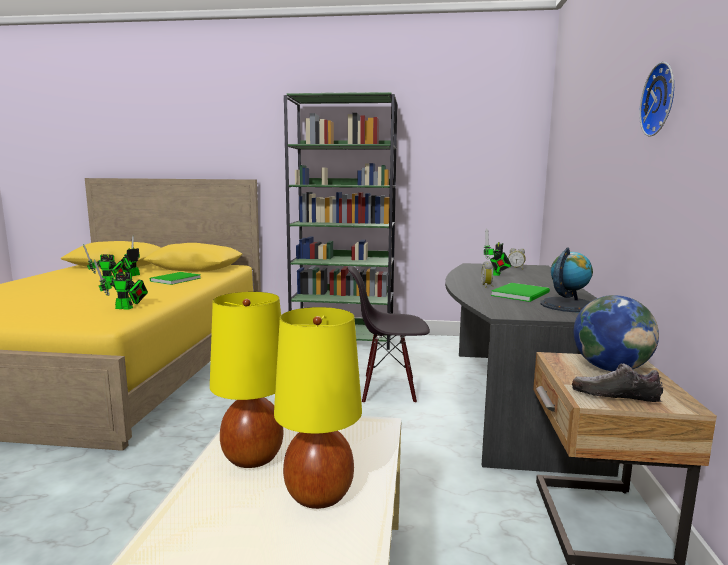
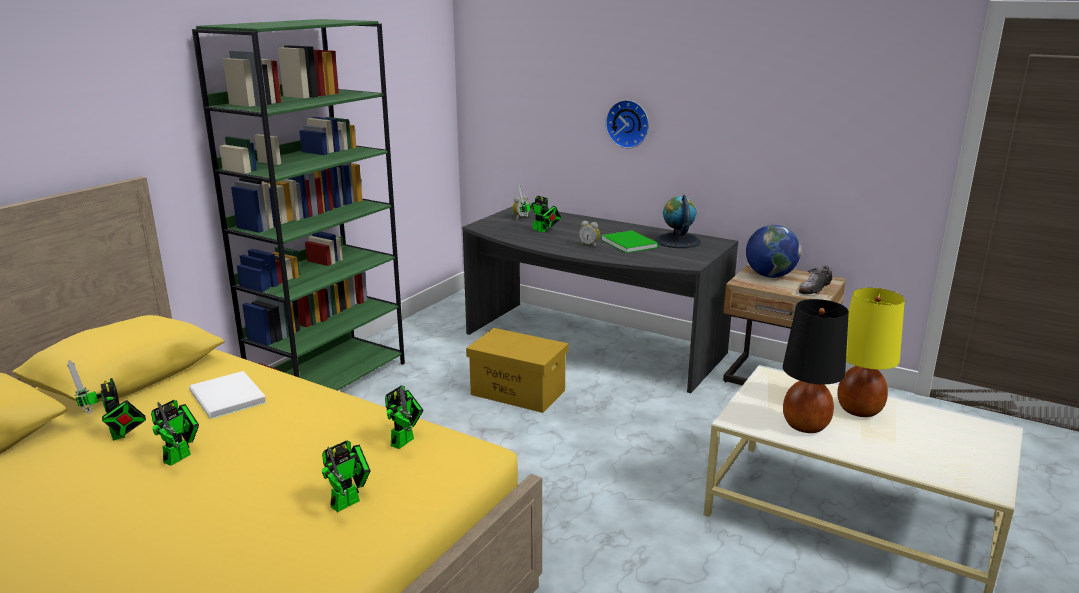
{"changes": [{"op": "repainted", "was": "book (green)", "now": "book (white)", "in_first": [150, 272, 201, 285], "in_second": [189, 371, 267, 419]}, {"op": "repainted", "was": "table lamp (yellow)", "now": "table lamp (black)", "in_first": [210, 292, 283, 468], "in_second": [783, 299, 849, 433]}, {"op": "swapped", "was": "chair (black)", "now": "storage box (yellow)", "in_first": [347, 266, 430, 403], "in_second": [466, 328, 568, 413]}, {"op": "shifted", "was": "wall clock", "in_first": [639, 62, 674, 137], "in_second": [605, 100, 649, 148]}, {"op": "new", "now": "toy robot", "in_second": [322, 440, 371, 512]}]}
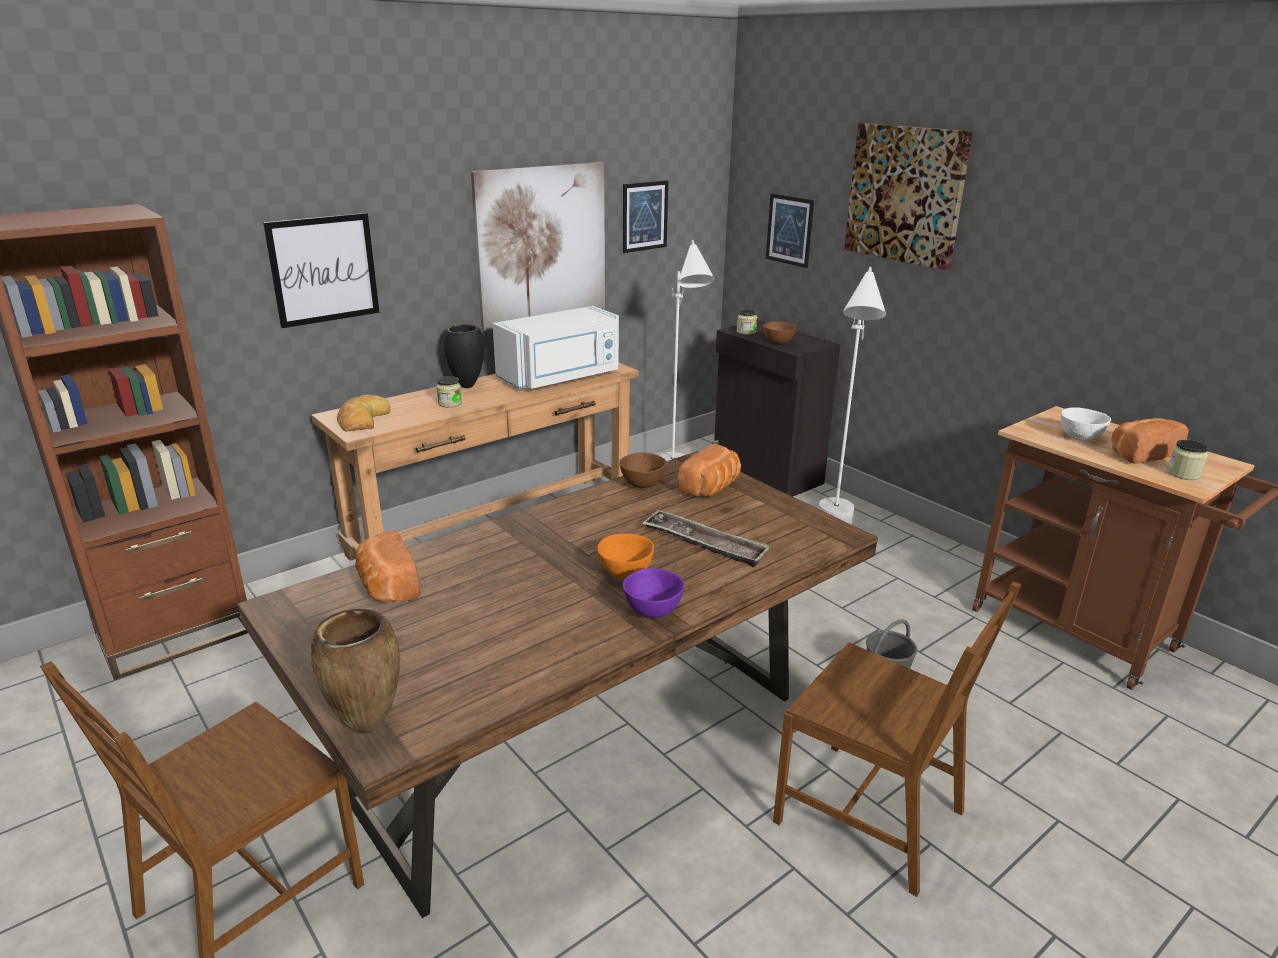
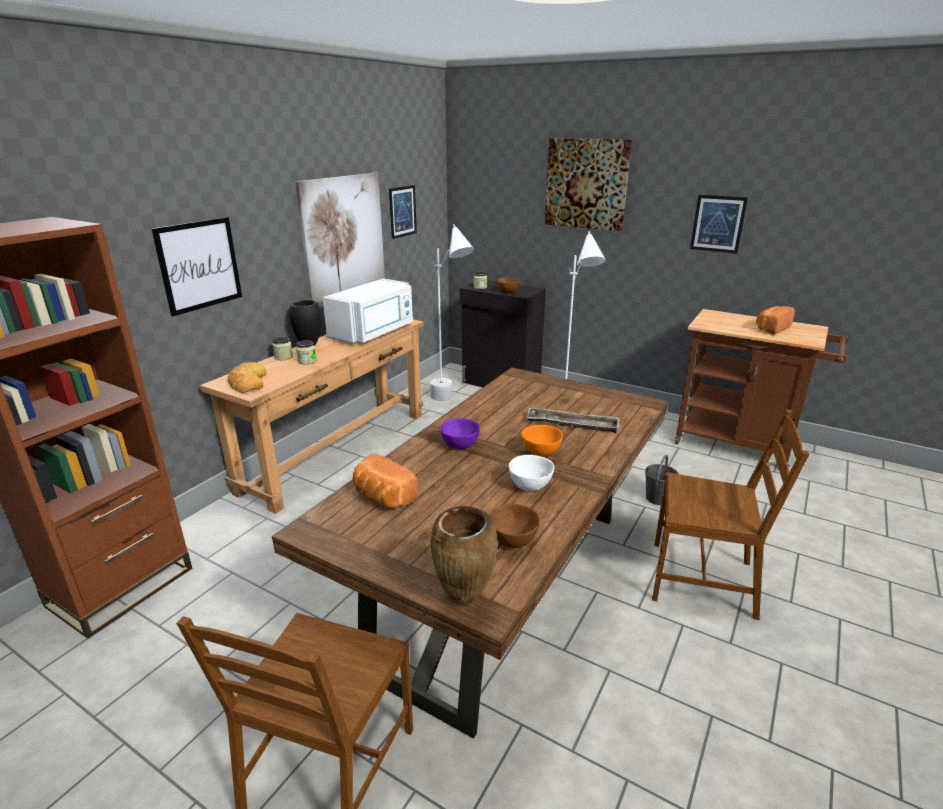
{"changes": [{"op": "shifted", "was": "bowl (brown)", "in_first": [619, 453, 667, 488], "in_second": [490, 504, 540, 548]}, {"op": "shifted", "was": "bowl (purple)", "in_first": [623, 568, 684, 618], "in_second": [440, 418, 480, 449]}, {"op": "gone", "was": "bread", "in_first": [678, 444, 741, 497]}, {"op": "shifted", "was": "picture", "in_first": [766, 193, 814, 268], "in_second": [690, 195, 748, 254]}, {"op": "shifted", "was": "bowl (white)", "in_first": [1061, 407, 1111, 441], "in_second": [509, 455, 555, 491]}, {"op": "shifted", "was": "jar", "in_first": [1167, 440, 1209, 480], "in_second": [272, 337, 293, 360]}]}
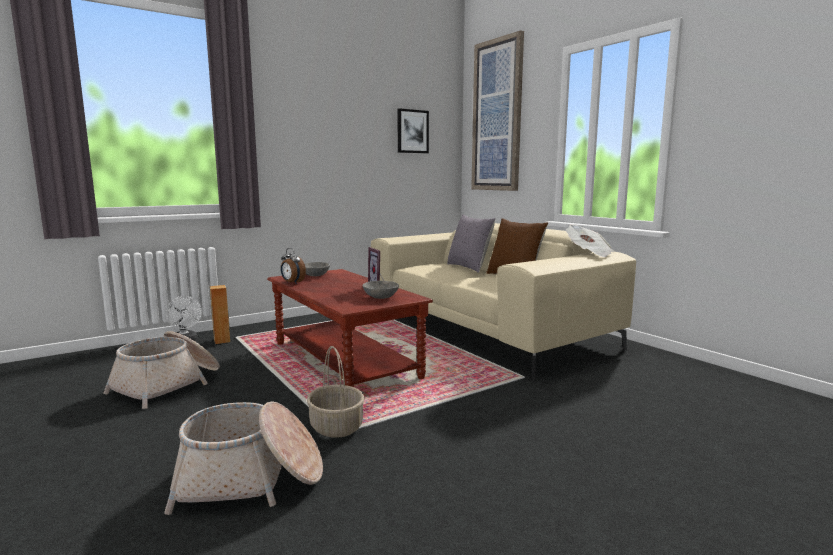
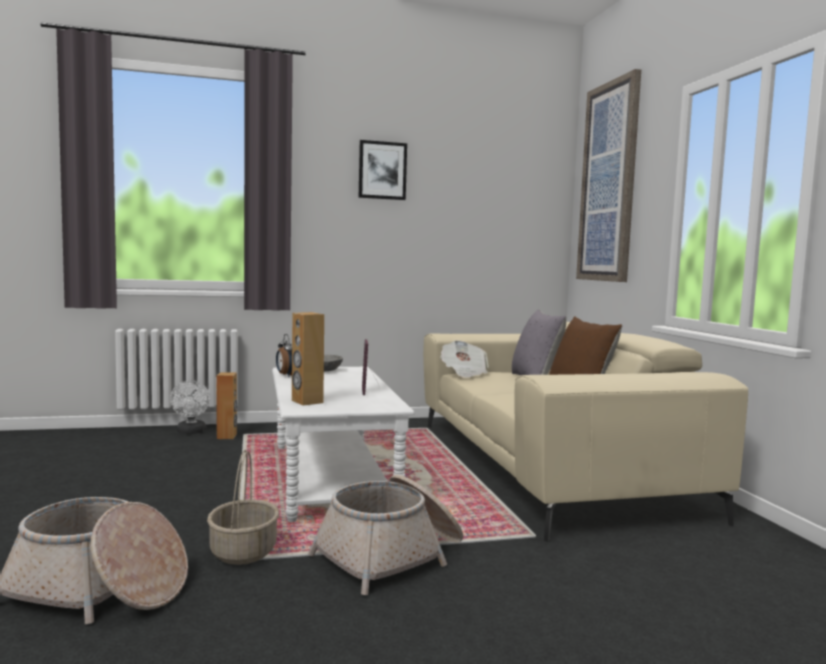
{"changes": [{"op": "shifted", "was": "basket", "in_first": [104, 331, 220, 409], "in_second": [308, 475, 463, 595]}, {"op": "repainted", "was": "coffee table (brown)", "now": "coffee table (white)", "in_first": [267, 269, 433, 387], "in_second": [272, 367, 414, 522]}, {"op": "gone", "was": "bowl (grey)", "in_first": [363, 281, 399, 299]}, {"op": "shifted", "was": "picture", "in_first": [397, 108, 429, 153], "in_second": [359, 140, 407, 200]}, {"op": "shifted", "was": "newspaper", "in_first": [566, 225, 614, 257], "in_second": [440, 340, 488, 378]}, {"op": "new", "now": "speaker (brown)", "in_second": [292, 312, 324, 406]}]}
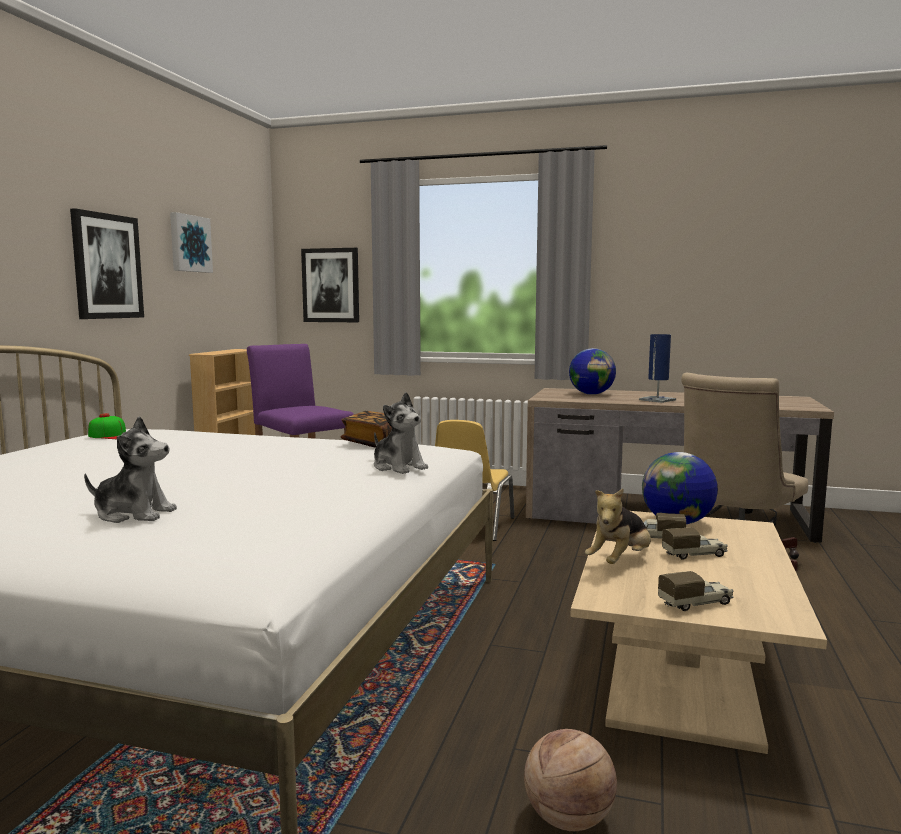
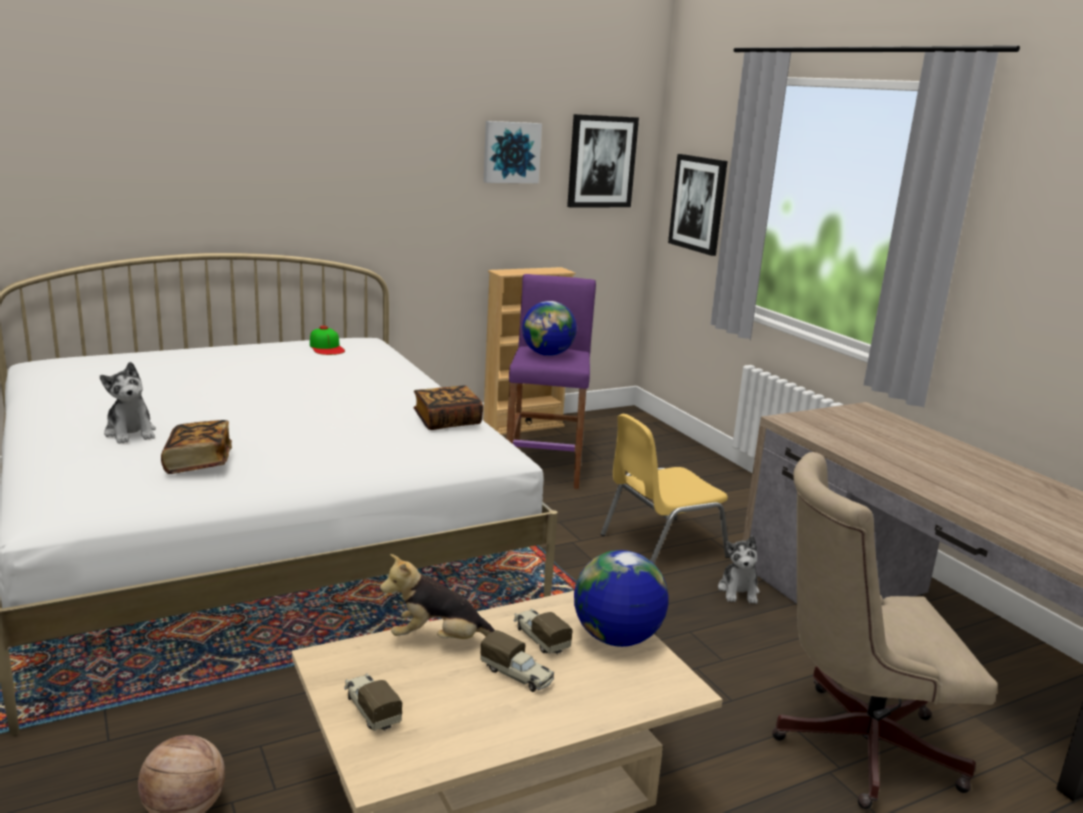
{"changes": [{"op": "shifted", "was": "picture", "in_first": [70, 208, 144, 319], "in_second": [567, 114, 639, 208]}, {"op": "shifted", "was": "plush toy", "in_first": [374, 392, 428, 474], "in_second": [718, 536, 760, 604]}, {"op": "shifted", "was": "globe", "in_first": [569, 348, 616, 395], "in_second": [522, 301, 577, 356]}, {"op": "gone", "was": "table lamp (blue)", "in_first": [639, 334, 676, 403]}, {"op": "rotated", "was": "toy truck", "in_first": [658, 571, 734, 611], "in_second": [344, 673, 402, 731], "clockwise": -150}, {"op": "new", "now": "book", "in_second": [161, 420, 232, 474]}]}
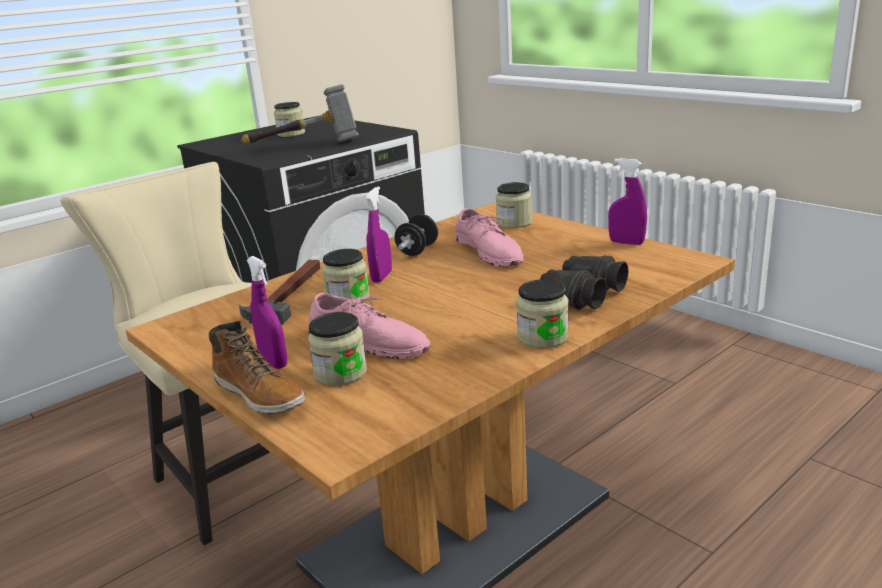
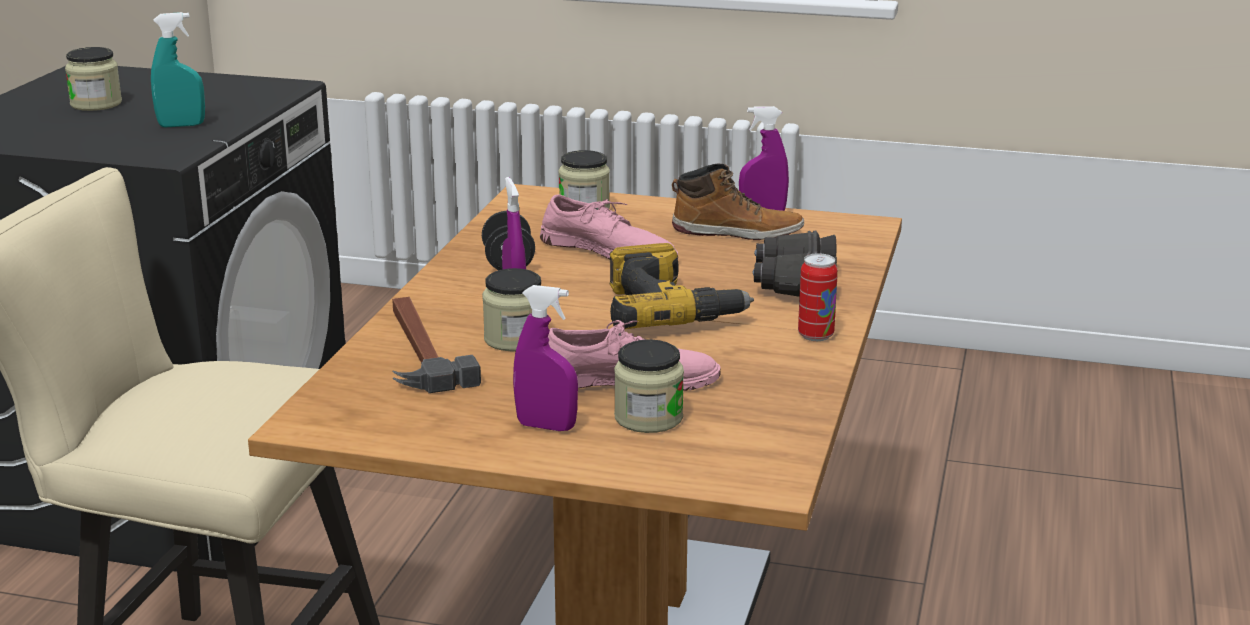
{"changes": [{"op": "shifted", "was": "boot", "in_first": [208, 321, 306, 415], "in_second": [672, 164, 804, 240]}, {"op": "swapped", "was": "hammer", "now": "spray bottle (turquoise)", "in_first": [241, 84, 359, 144], "in_second": [151, 12, 205, 127]}, {"op": "swapped", "was": "jar", "now": "can", "in_first": [516, 279, 569, 348], "in_second": [798, 253, 838, 341]}, {"op": "new", "now": "power drill", "in_second": [609, 243, 754, 329]}]}
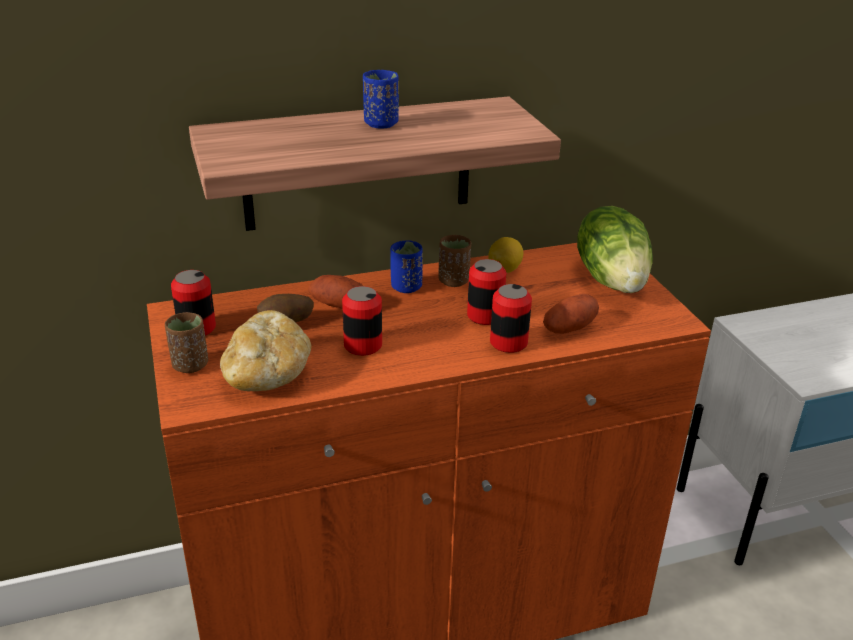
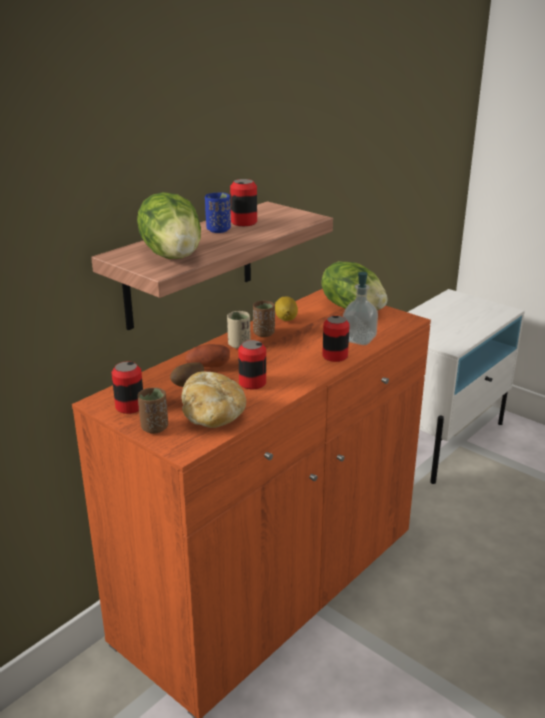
{"changes": [{"op": "repainted", "was": "cup (blue)", "now": "cup (beige)", "in_first": [390, 240, 423, 293], "in_second": [227, 311, 250, 349]}, {"op": "shifted", "was": "can", "in_first": [467, 259, 507, 325], "in_second": [230, 179, 257, 226]}, {"op": "swapped", "was": "potato", "now": "soap dispenser", "in_first": [543, 294, 599, 334], "in_second": [343, 272, 378, 345]}, {"op": "new", "now": "lettuce", "in_second": [137, 192, 201, 259]}]}
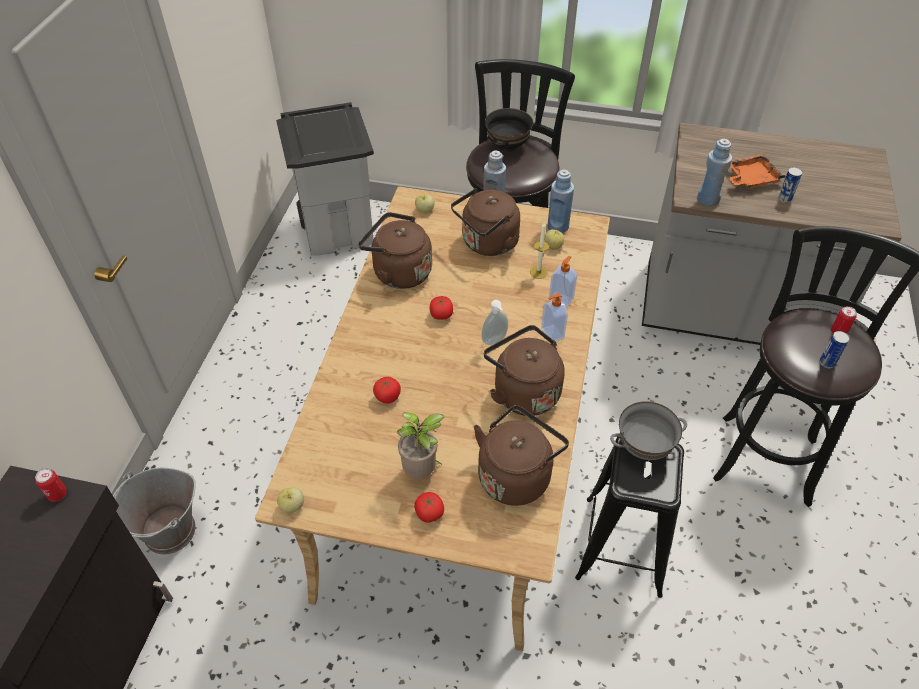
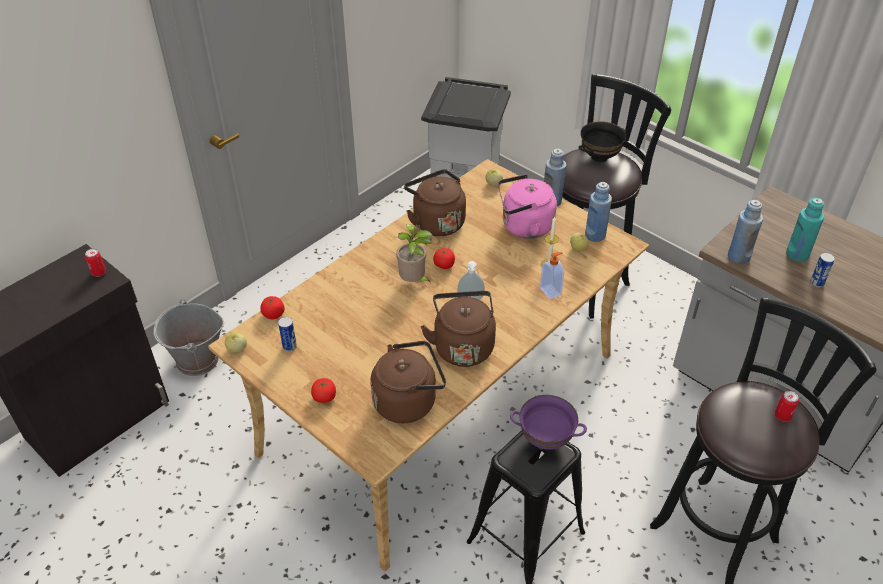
{"changes": [{"op": "shifted", "was": "tomato", "in_first": [373, 377, 401, 403], "in_second": [261, 296, 285, 319]}, {"op": "shifted", "was": "potted plant", "in_first": [397, 412, 444, 478], "in_second": [396, 224, 433, 283]}, {"op": "repainted", "was": "kettle (brown)", "now": "kettle (pink)", "in_first": [451, 188, 520, 256], "in_second": [498, 174, 557, 239]}, {"op": "gone", "was": "soap dispenser", "in_first": [541, 293, 568, 342]}, {"op": "repainted", "was": "bowl (grey)", "now": "bowl (purple)", "in_first": [610, 401, 687, 460], "in_second": [510, 395, 587, 450]}, {"op": "swapped", "was": "tray (orange)", "now": "bottle (turquoise)", "in_first": [728, 154, 786, 189], "in_second": [786, 198, 824, 262]}, {"op": "shifted", "was": "can", "in_first": [820, 331, 849, 368], "in_second": [278, 317, 297, 352]}]}
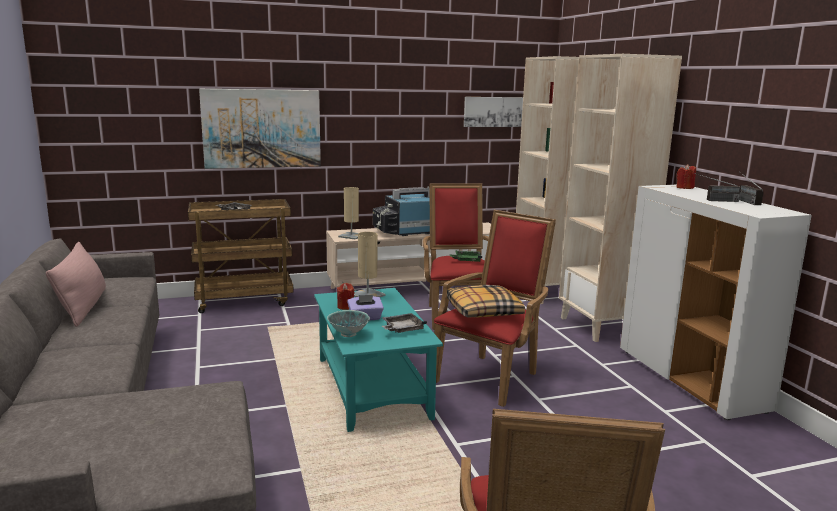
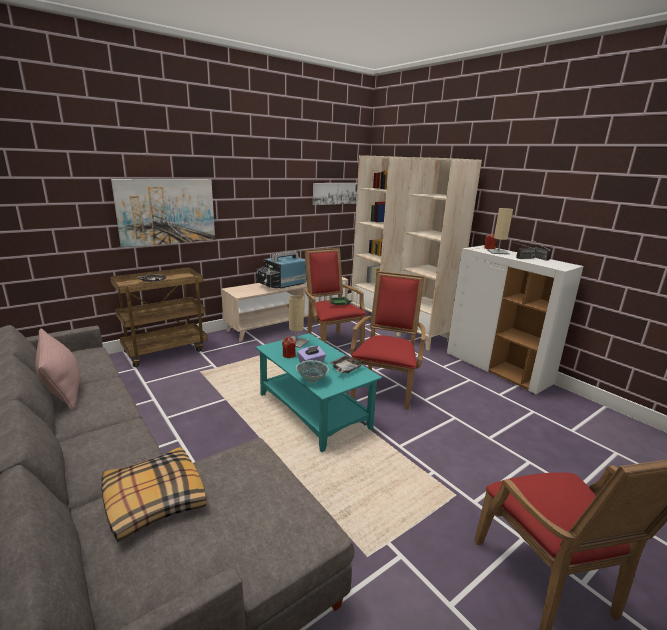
{"changes": [{"op": "shifted", "was": "table lamp (beige)", "in_first": [338, 187, 359, 239], "in_second": [487, 208, 513, 255]}, {"op": "shifted", "was": "pillow", "in_first": [447, 285, 525, 318], "in_second": [101, 447, 206, 542]}]}
